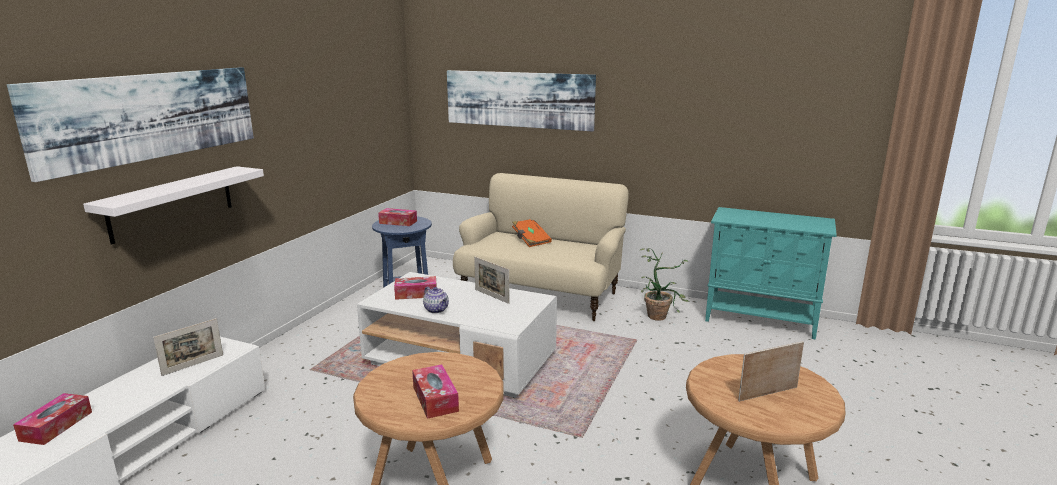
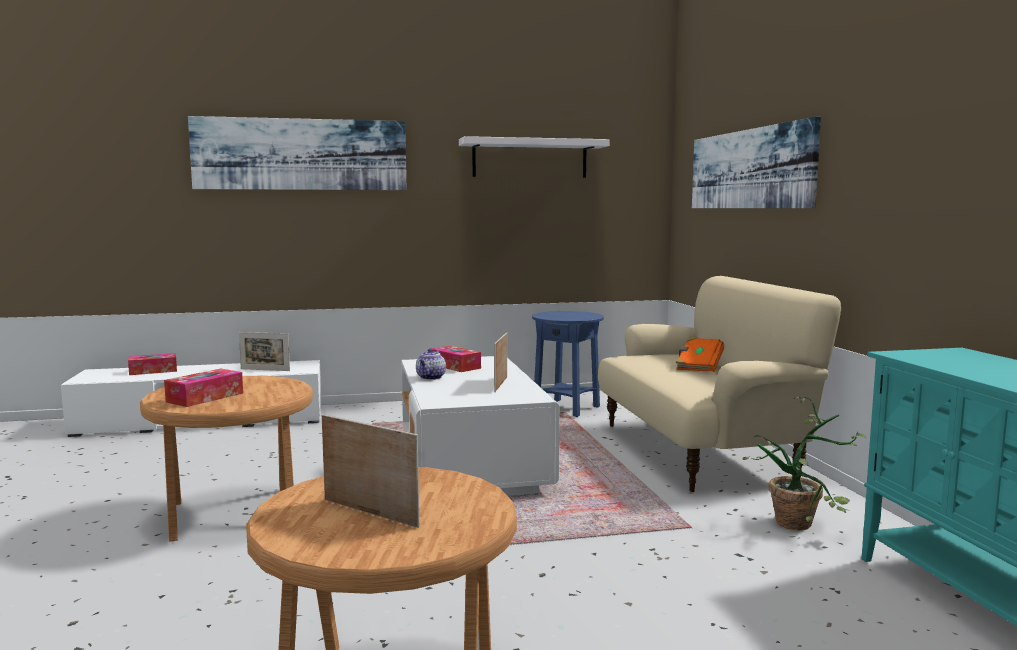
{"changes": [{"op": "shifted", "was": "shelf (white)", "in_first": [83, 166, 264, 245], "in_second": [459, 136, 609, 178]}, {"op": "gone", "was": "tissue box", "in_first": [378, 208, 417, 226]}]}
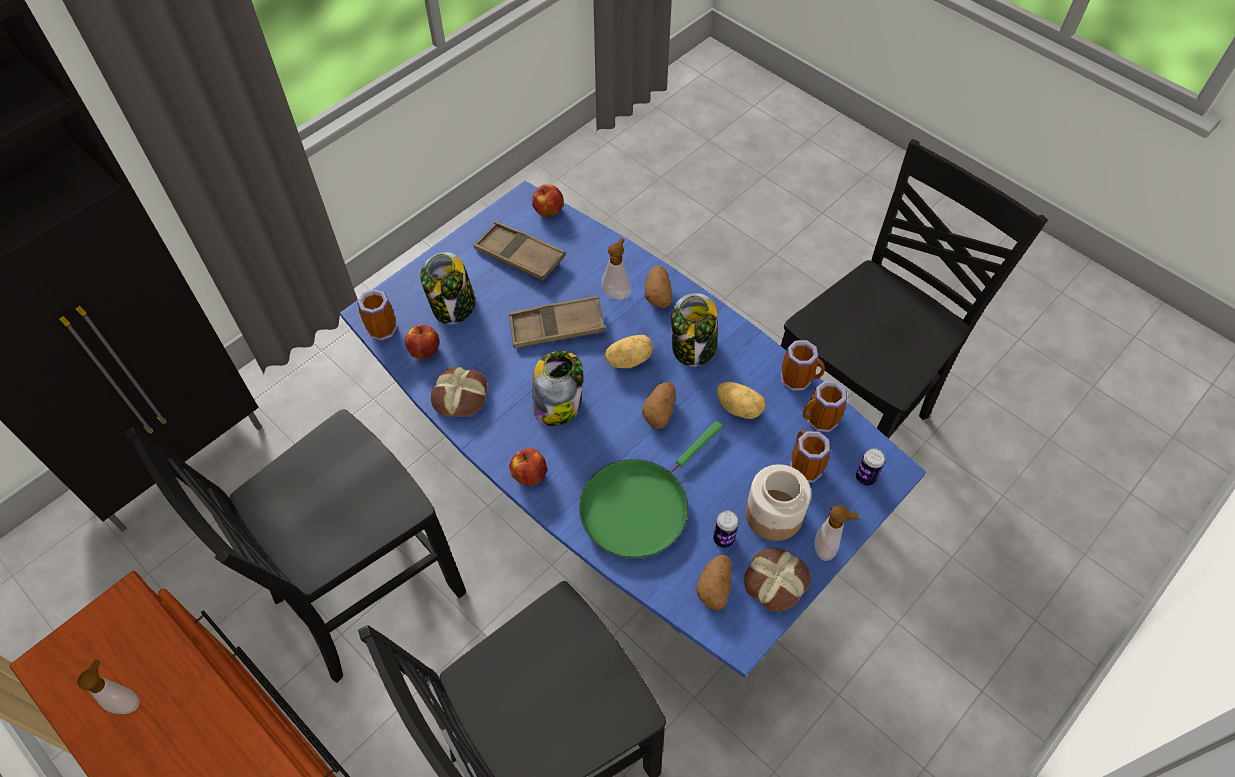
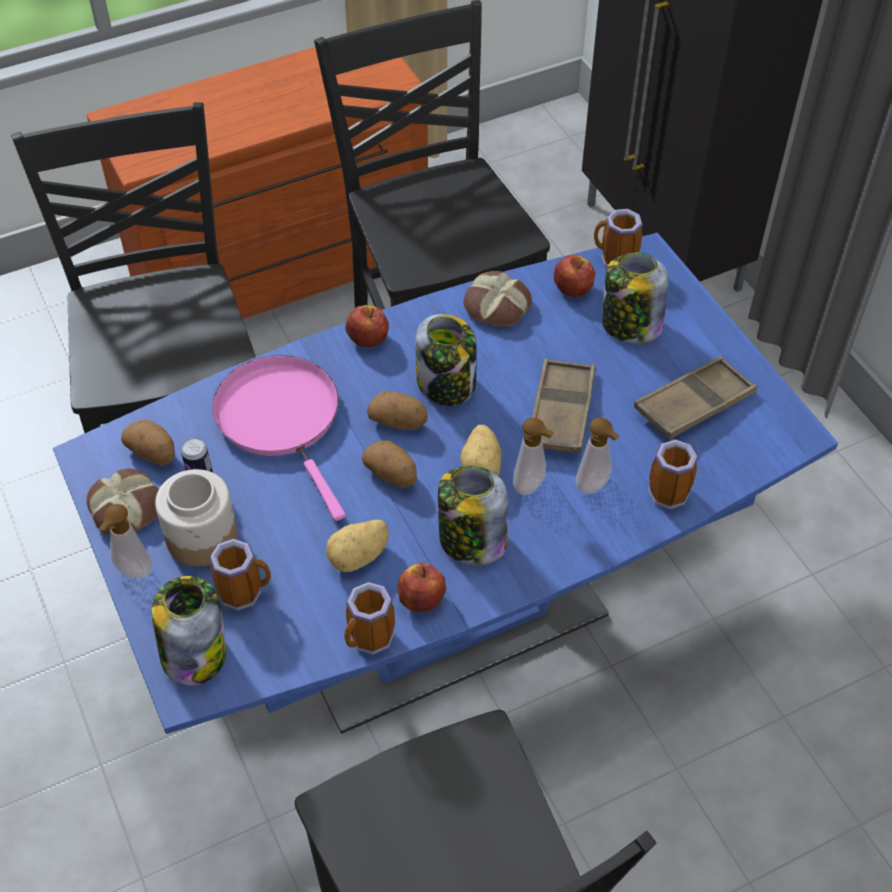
{"changes": [{"op": "shifted", "was": "soap dispenser", "in_first": [77, 659, 139, 714], "in_second": [513, 417, 554, 495]}, {"op": "shifted", "was": "apple", "in_first": [532, 184, 564, 217], "in_second": [397, 563, 446, 612]}, {"op": "repainted", "was": "frying pan (green)", "now": "frying pan (pink)", "in_first": [579, 421, 723, 559], "in_second": [212, 355, 346, 521]}, {"op": "shifted", "was": "potato", "in_first": [645, 265, 672, 308], "in_second": [367, 391, 428, 430]}, {"op": "shifted", "was": "mug", "in_first": [803, 381, 847, 432], "in_second": [648, 439, 698, 509]}, {"op": "swapped", "was": "can", "now": "jar", "in_first": [856, 448, 885, 486], "in_second": [152, 576, 226, 686]}]}
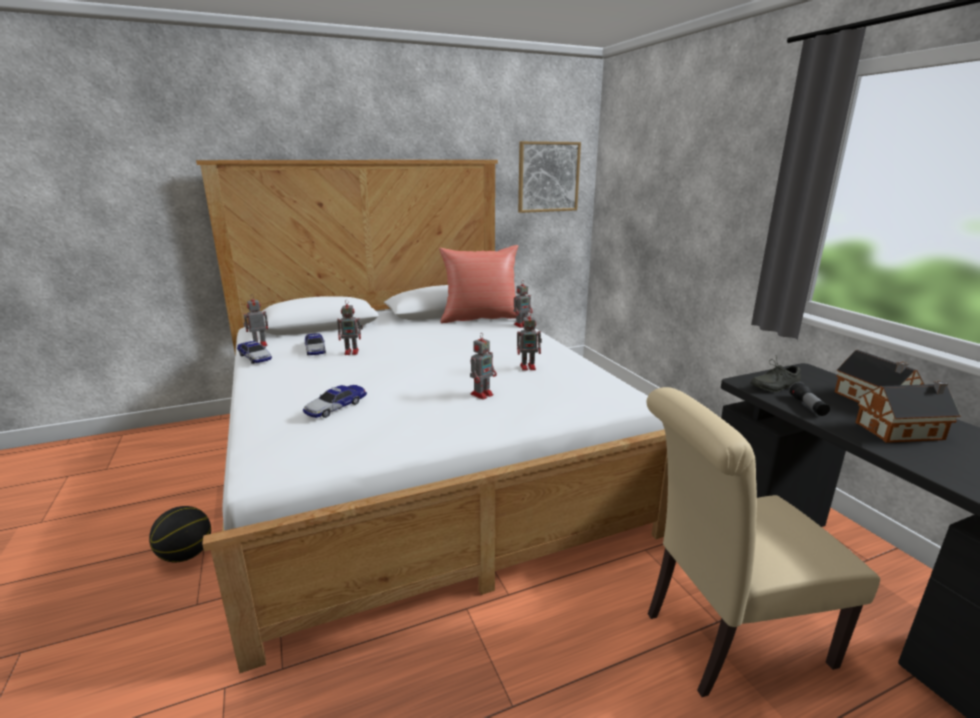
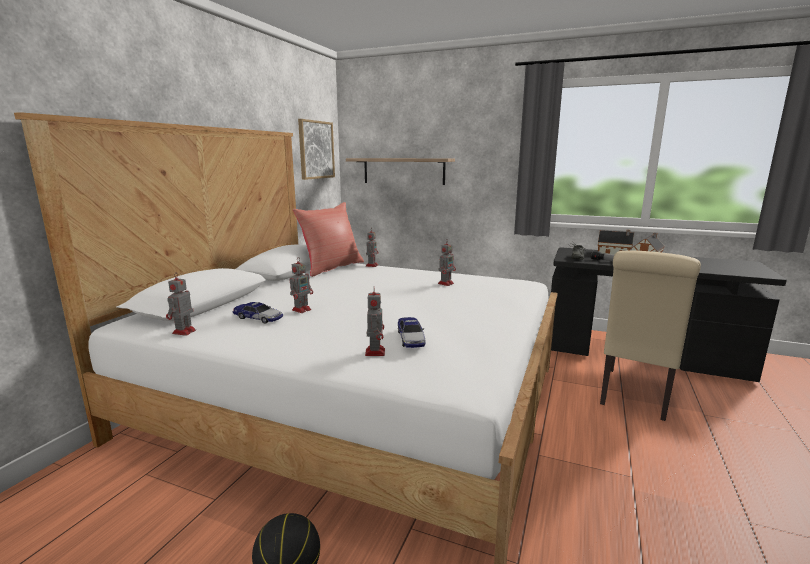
{"changes": [{"op": "gone", "was": "toy car", "in_first": [237, 341, 272, 364]}, {"op": "shifted", "was": "toy robot", "in_first": [470, 333, 497, 400], "in_second": [365, 292, 385, 356]}, {"op": "new", "now": "shelf", "in_second": [346, 158, 455, 185]}]}
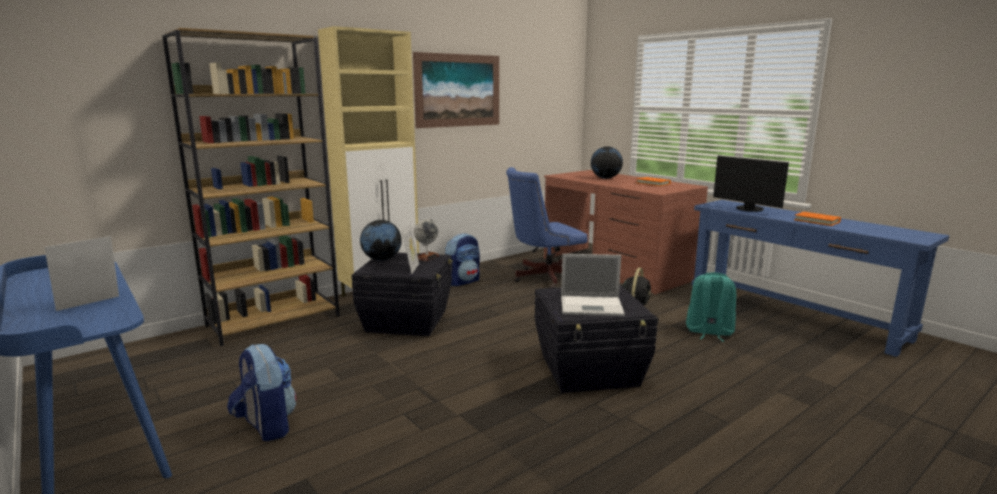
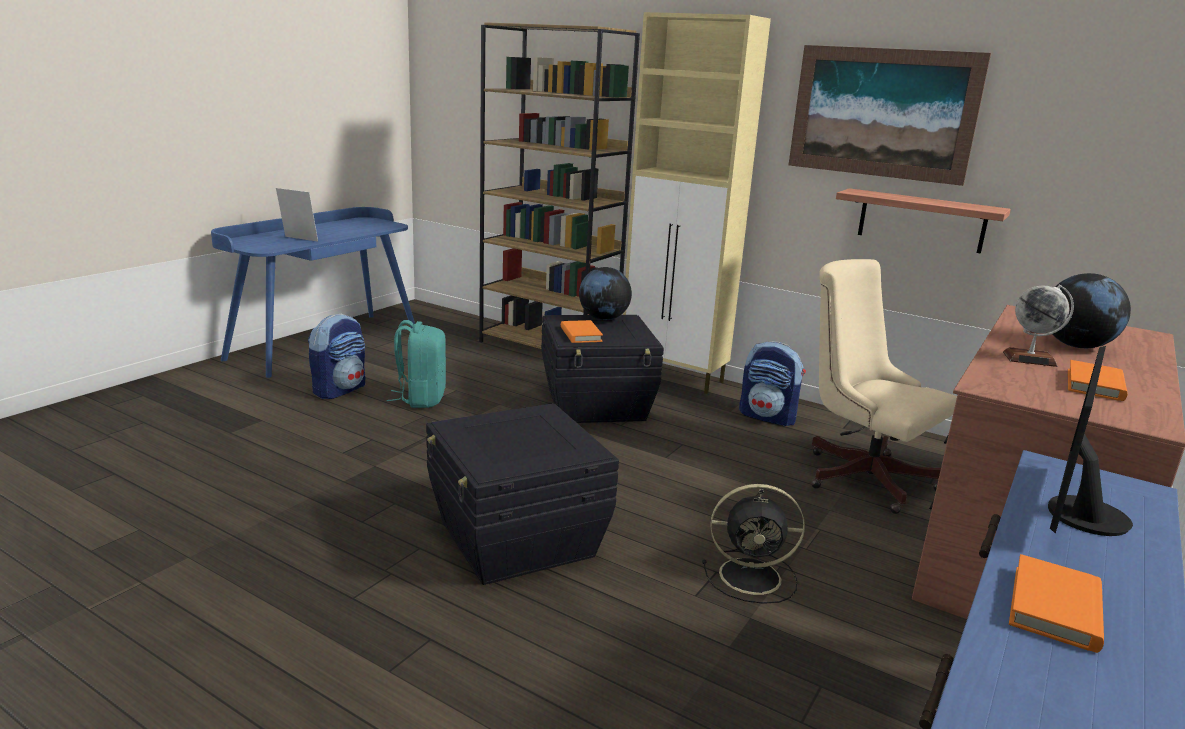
{"changes": [{"op": "swapped", "was": "picture frame", "now": "book (orange)", "in_first": [402, 223, 419, 274], "in_second": [561, 320, 603, 343]}, {"op": "shifted", "was": "globe", "in_first": [414, 218, 440, 261], "in_second": [1003, 285, 1074, 367]}, {"op": "repainted", "was": "office chair (blue)", "now": "office chair (beige)", "in_first": [506, 167, 587, 288], "in_second": [811, 259, 957, 514]}, {"op": "gone", "was": "laptop", "in_first": [561, 254, 625, 316]}, {"op": "shifted", "was": "backpack (turquoise)", "in_first": [686, 272, 736, 342], "in_second": [387, 320, 446, 408]}, {"op": "new", "now": "shelf", "in_second": [836, 188, 1011, 254]}]}
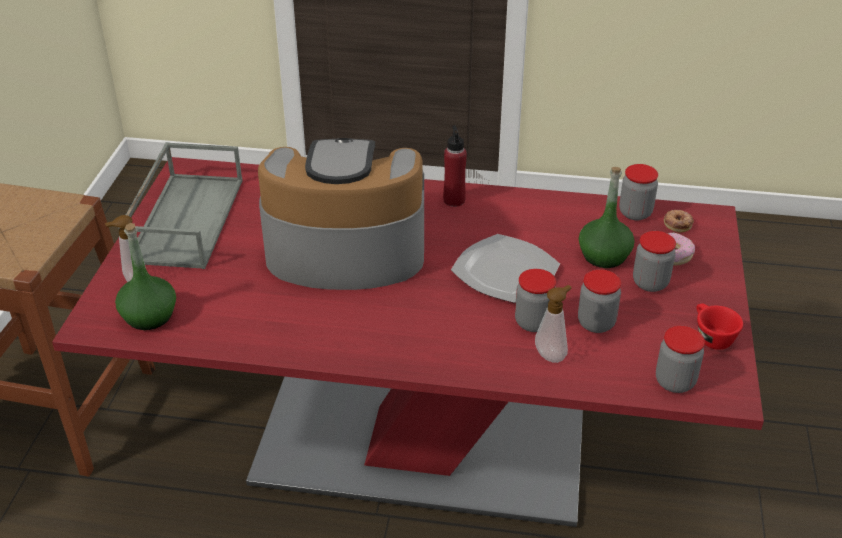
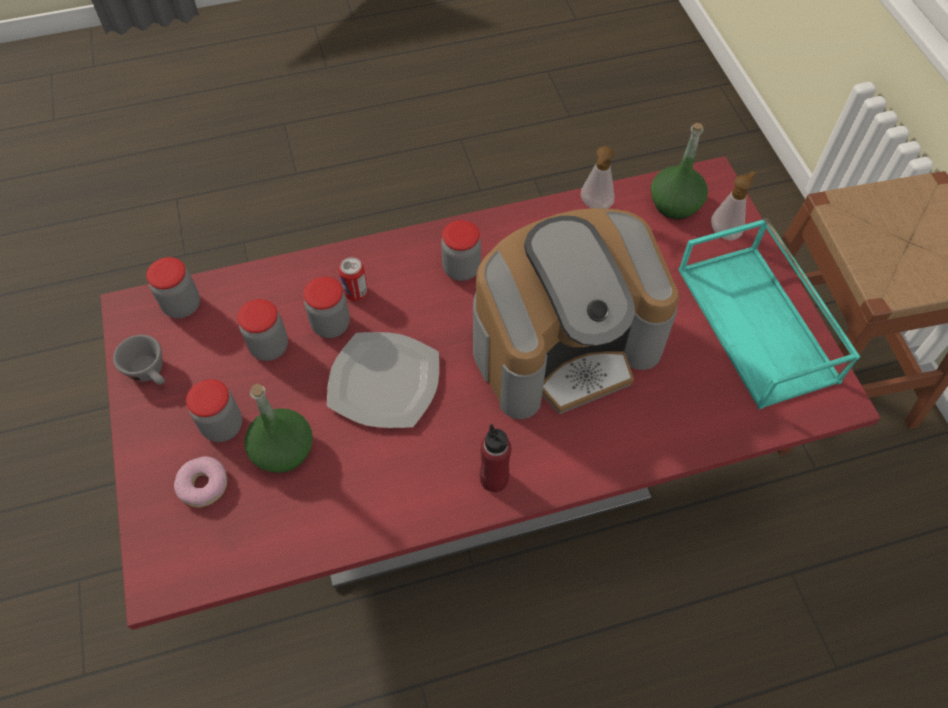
{"changes": [{"op": "repainted", "was": "tray (grey)", "now": "tray (turquoise)", "in_first": [118, 142, 243, 269], "in_second": [678, 218, 860, 410]}, {"op": "shifted", "was": "soap dispenser", "in_first": [535, 285, 571, 363], "in_second": [581, 146, 614, 209]}, {"op": "shifted", "was": "jar", "in_first": [619, 164, 658, 220], "in_second": [441, 220, 481, 281]}, {"op": "gone", "was": "donut", "in_first": [663, 210, 694, 233]}, {"op": "repainted", "was": "cup (red)", "now": "cup (grey)", "in_first": [696, 304, 743, 350], "in_second": [113, 335, 165, 385]}, {"op": "new", "now": "can", "in_second": [339, 257, 368, 301]}]}
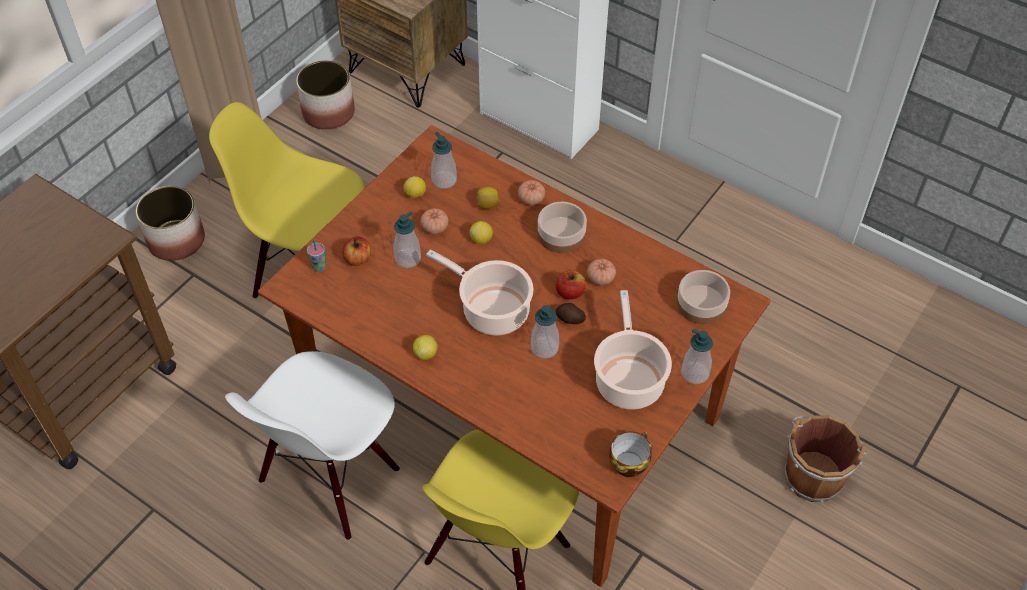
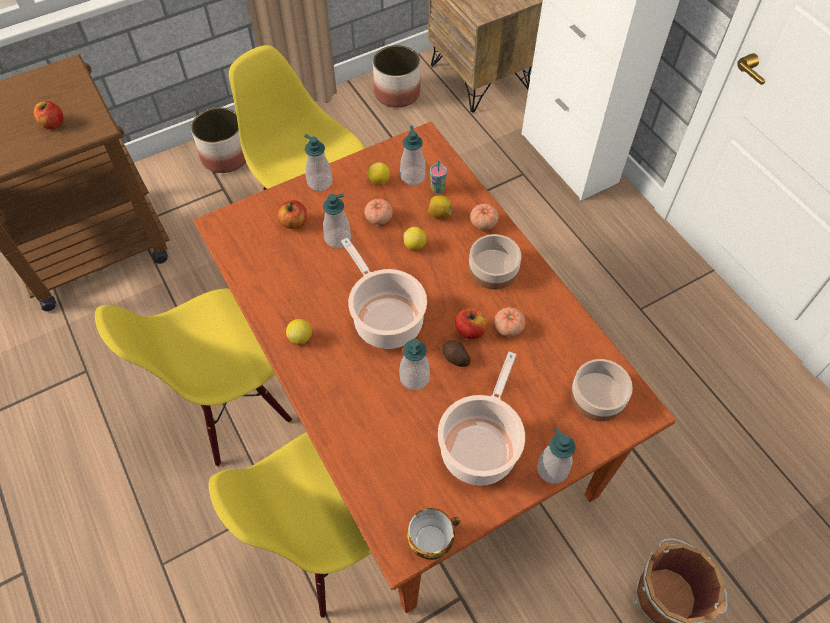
{"changes": [{"op": "repainted", "was": "chair (white)", "now": "chair (yellow)", "in_first": [225, 351, 400, 540], "in_second": [95, 288, 292, 466]}, {"op": "shifted", "was": "cup", "in_first": [307, 240, 326, 272], "in_second": [430, 160, 447, 193]}, {"op": "new", "now": "apple", "in_second": [34, 101, 63, 129]}, {"op": "new", "now": "soap dispenser", "in_second": [304, 134, 333, 191]}]}
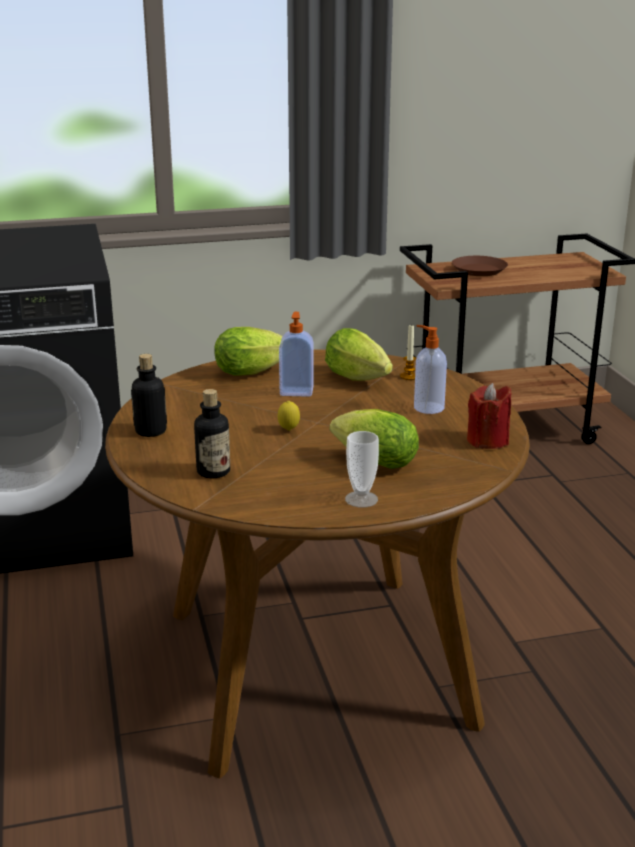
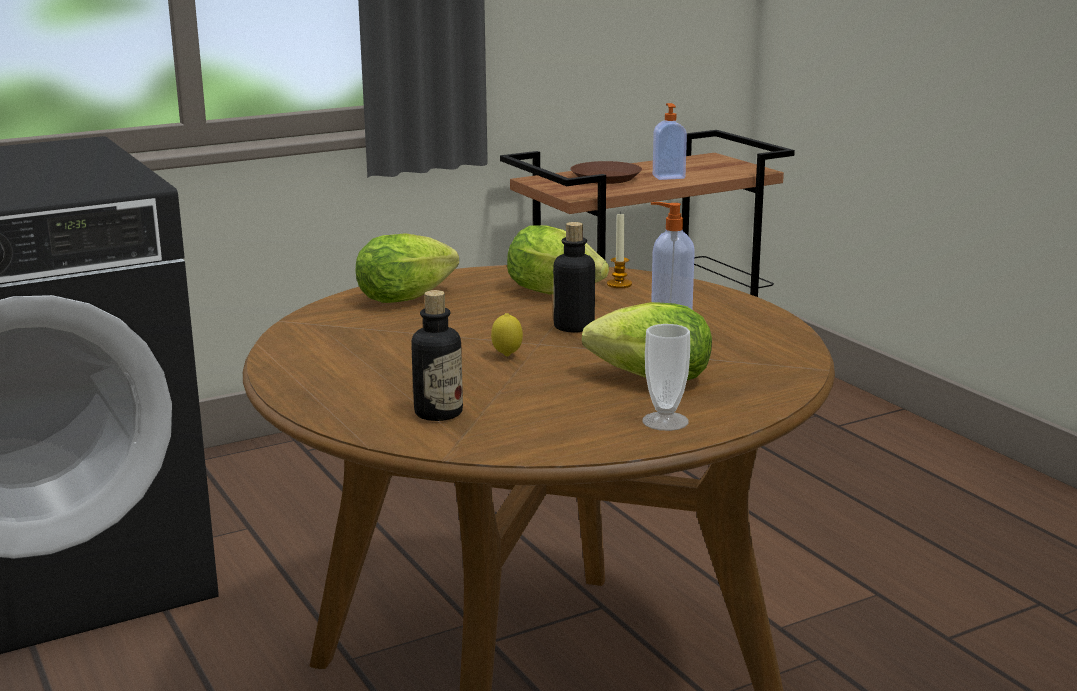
{"changes": [{"op": "shifted", "was": "bottle", "in_first": [131, 354, 167, 437], "in_second": [553, 222, 595, 333]}, {"op": "shifted", "was": "soap dispenser", "in_first": [279, 312, 313, 397], "in_second": [653, 103, 687, 180]}, {"op": "gone", "was": "candle (red)", "in_first": [467, 383, 511, 449]}]}
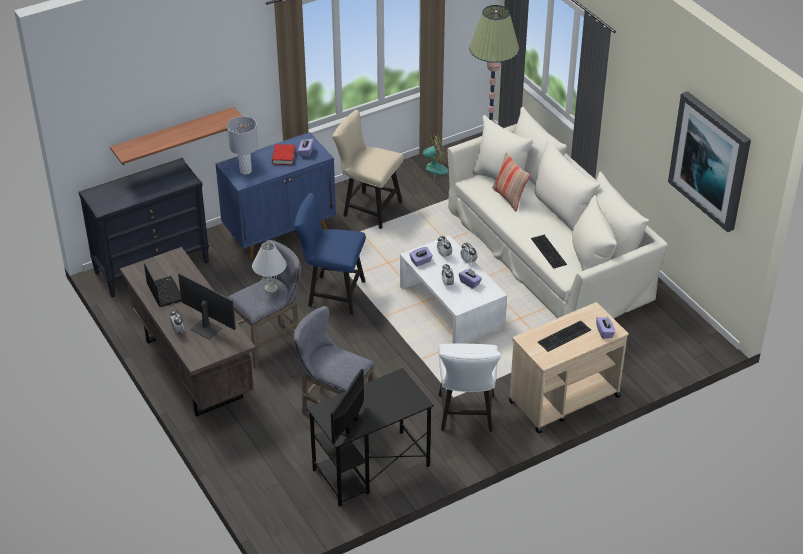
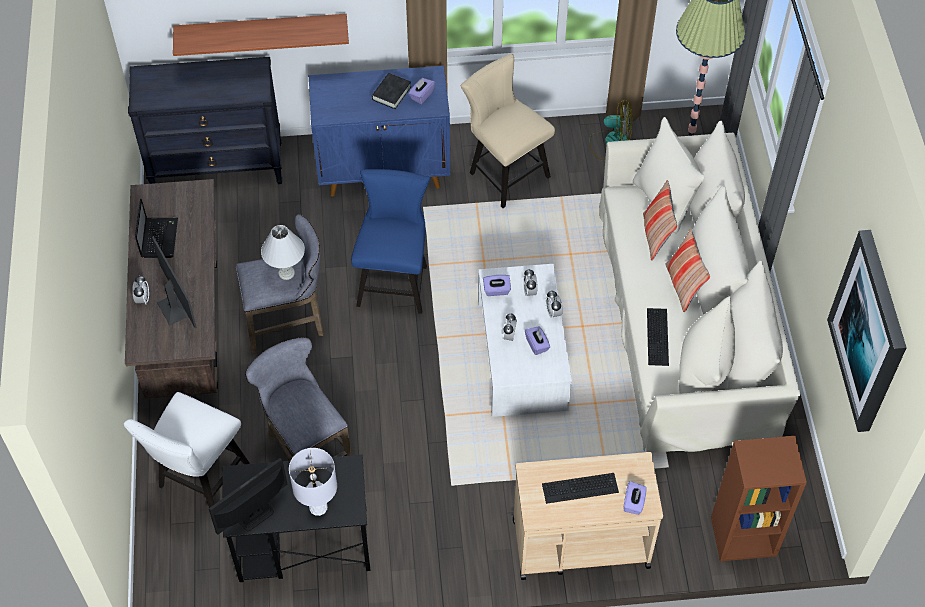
{"changes": [{"op": "shifted", "was": "table lamp (grey)", "in_first": [227, 116, 258, 174], "in_second": [289, 448, 337, 516]}, {"op": "repainted", "was": "book (red)", "now": "book (black)", "in_first": [272, 144, 295, 165], "in_second": [372, 73, 411, 109]}, {"op": "rotated", "was": "chair (blue)", "in_first": [294, 193, 366, 315], "in_second": [351, 169, 430, 314], "clockwise": 60}, {"op": "shifted", "was": "chair (white)", "in_first": [438, 344, 501, 432], "in_second": [123, 392, 250, 508]}, {"op": "new", "now": "pillow", "in_second": [665, 229, 710, 313]}, {"op": "new", "now": "bookcase (brown)", "in_second": [711, 436, 807, 561]}]}
